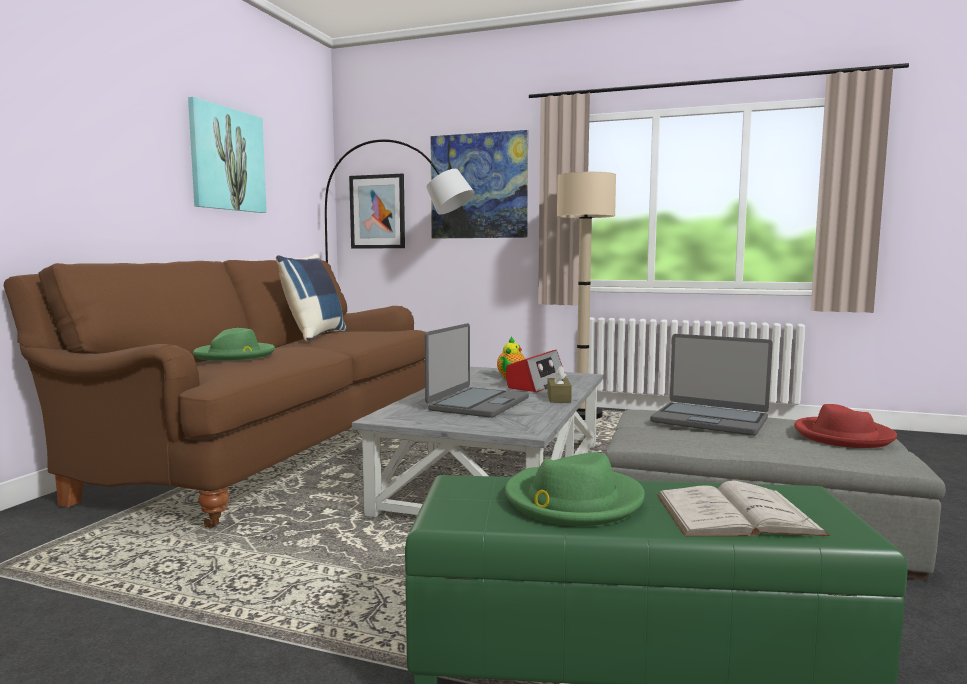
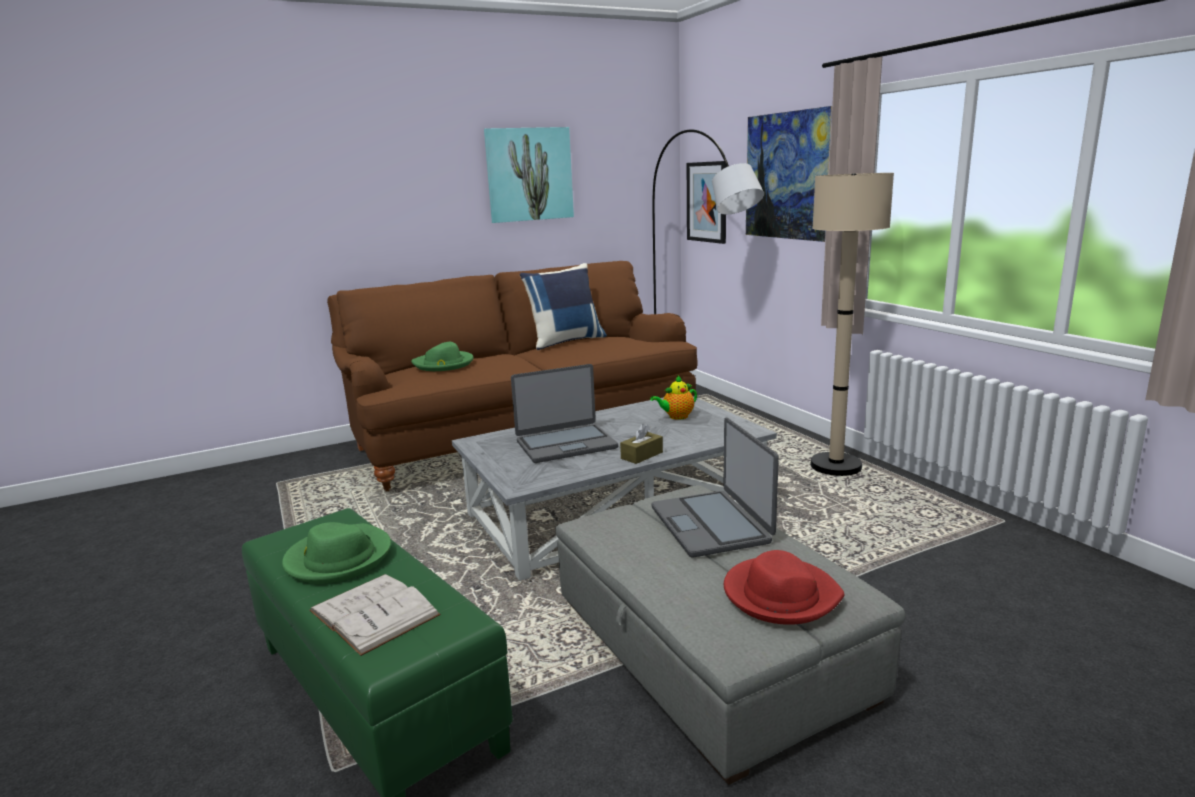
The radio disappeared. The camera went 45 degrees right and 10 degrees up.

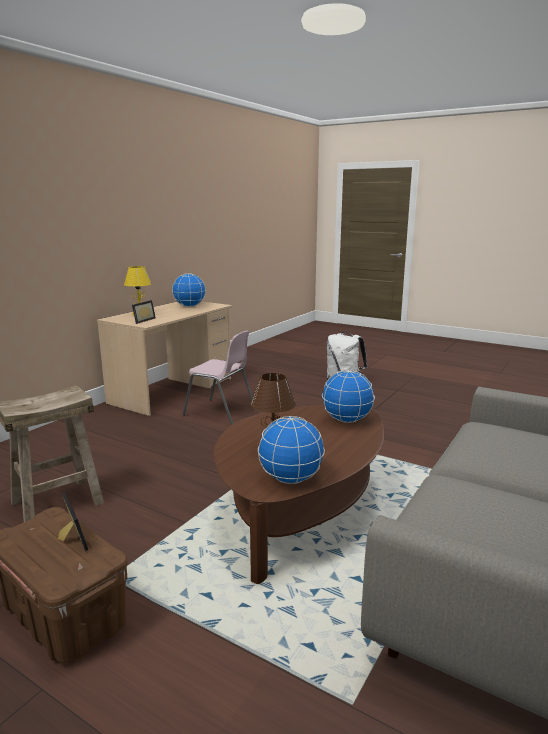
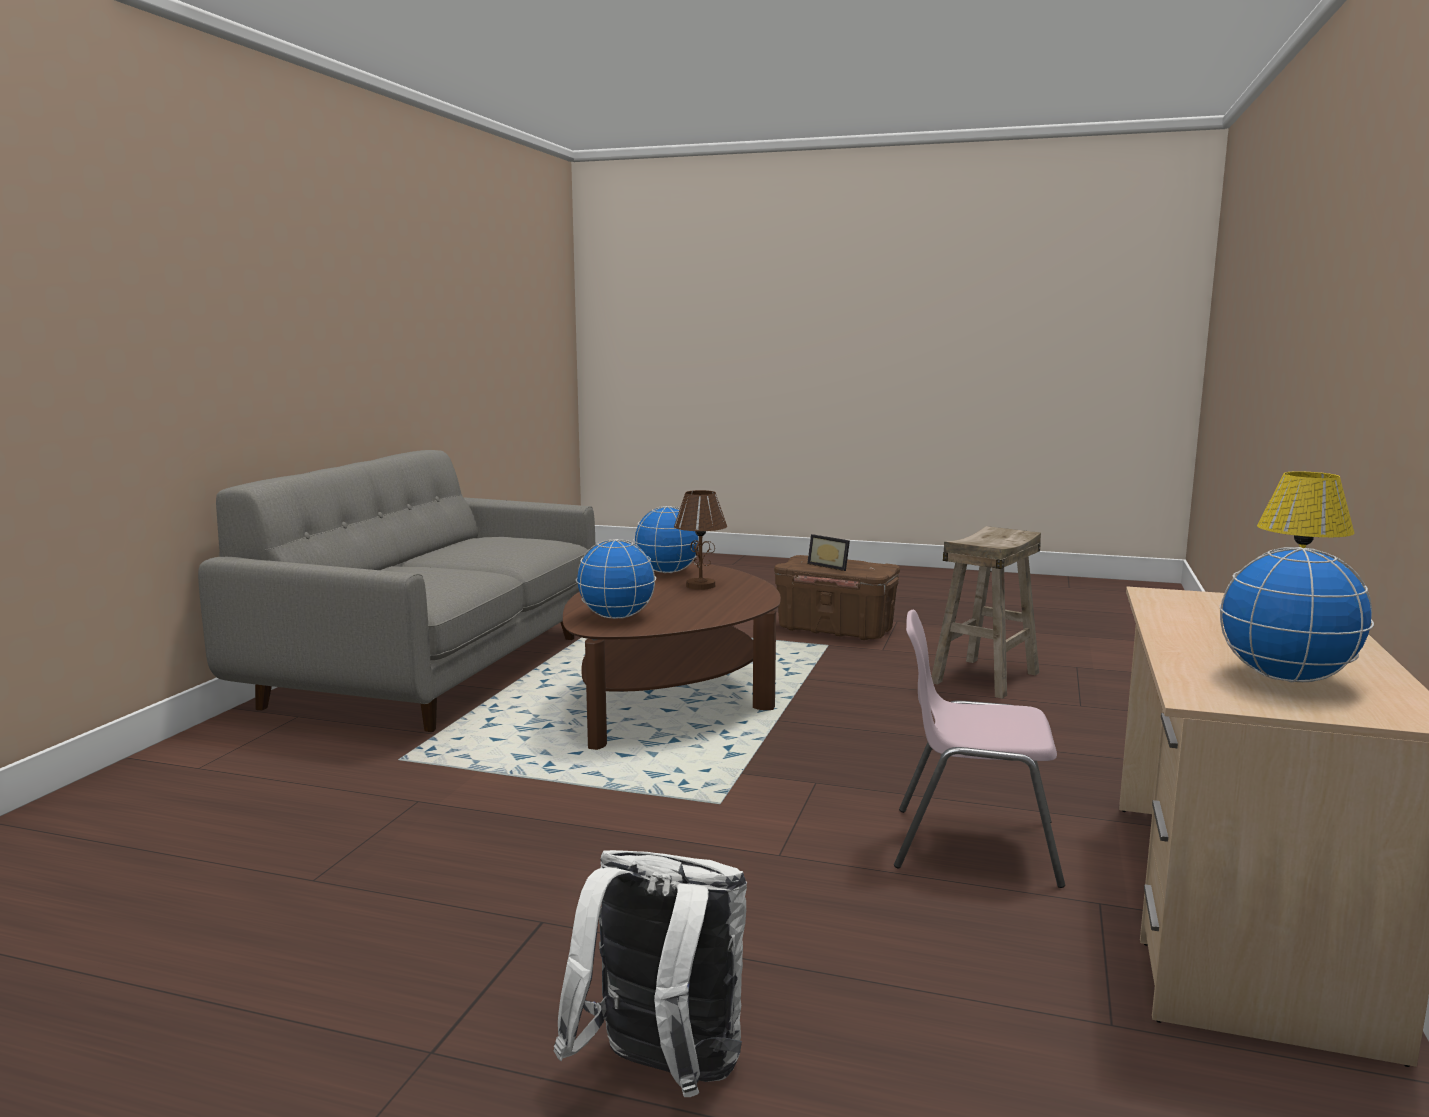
The picture frame (2nd from left) disappeared. The camera went 165 degrees right and 5 degrees down.

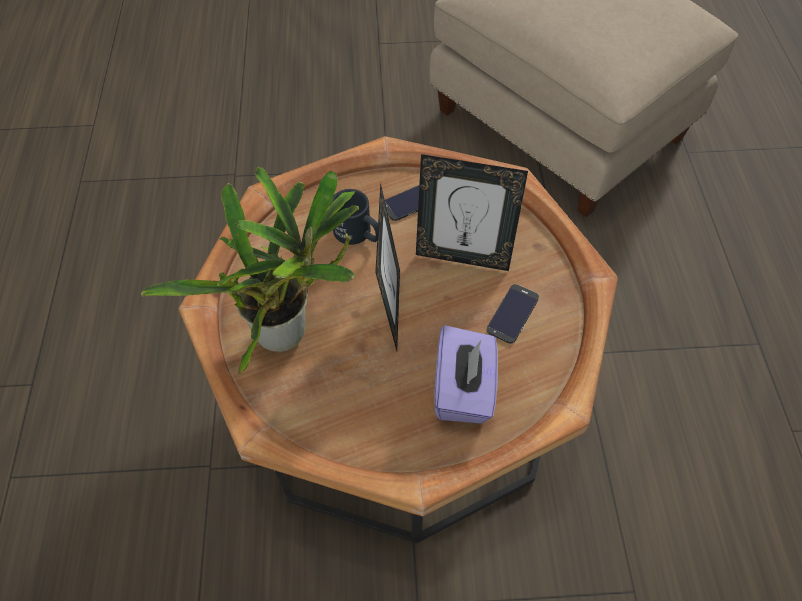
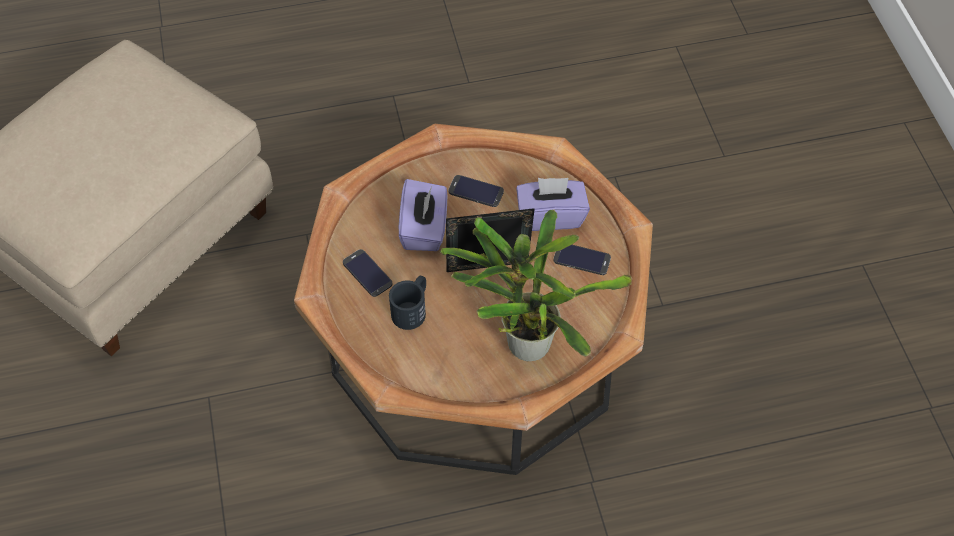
The picture frame (2nd from left) was replaced by the purple tissue box (1st from left). The phone (3rd from left) appeared. The camera went 100 degrees left and 0 degrees up.

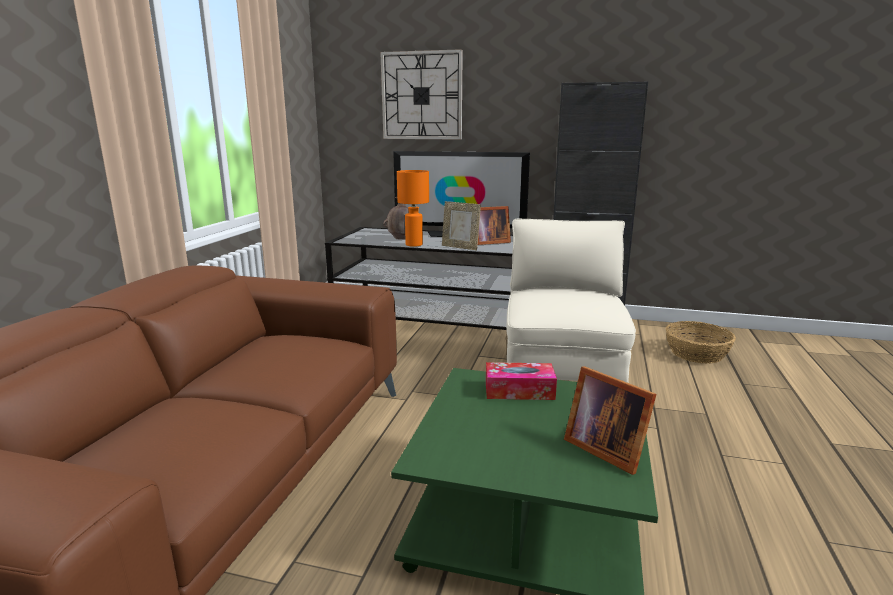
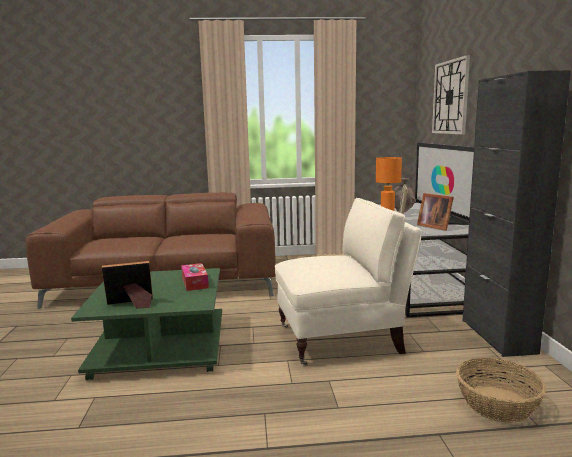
The picture frame (3rd from left in the first image) turned 45 degrees clockwise. The camera went 70 degrees right and 5 degrees down.

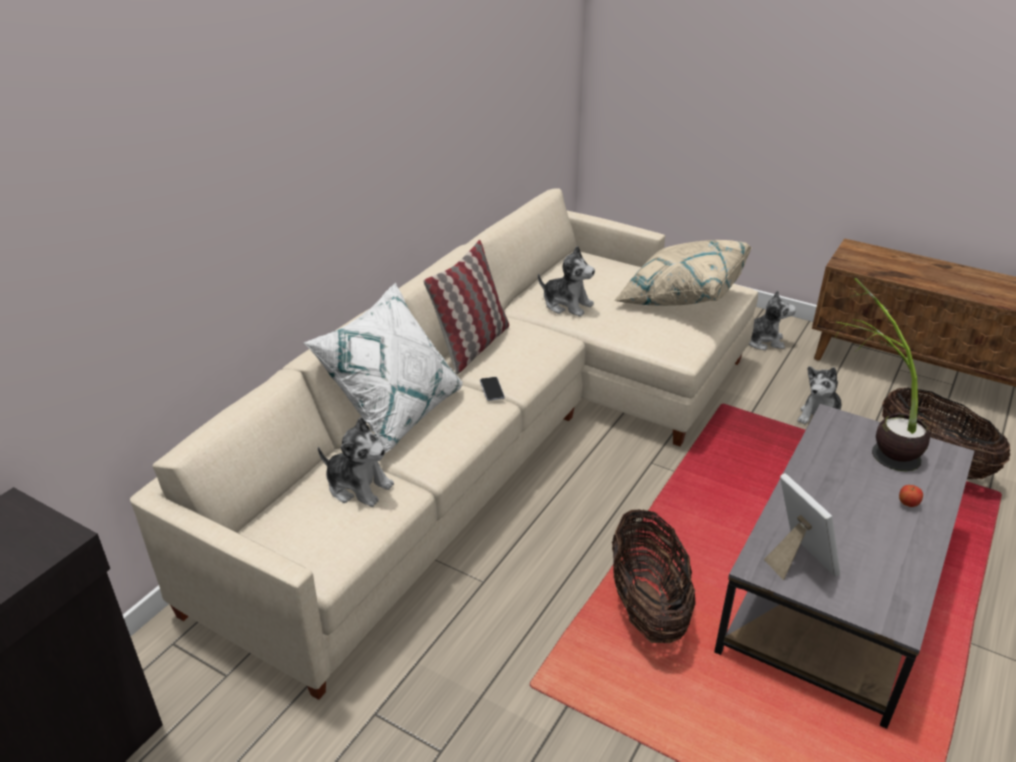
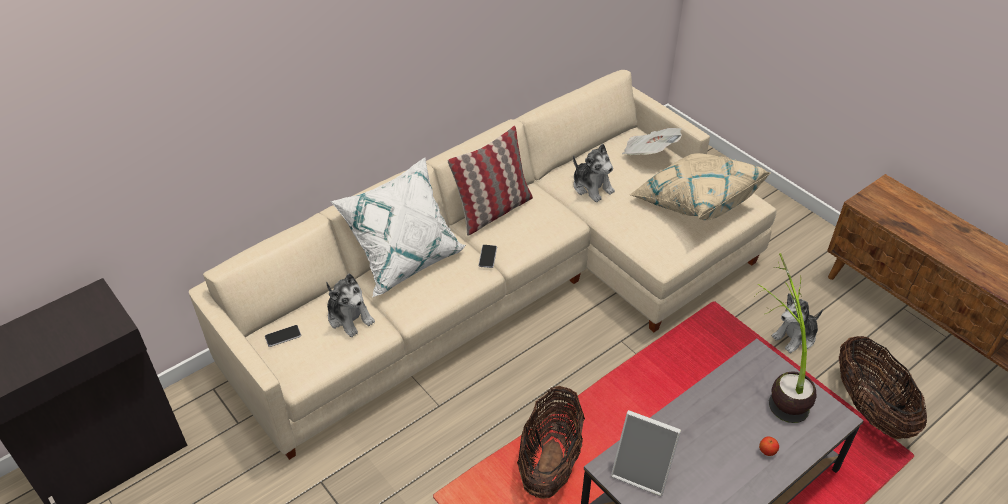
The phone (1st from left) appeared. The picture frame turned 120 degrees clockwise. The newspaper appeared. The plush toy (3rd from left) disappeared. The camera went 20 degrees right and 10 degrees up.

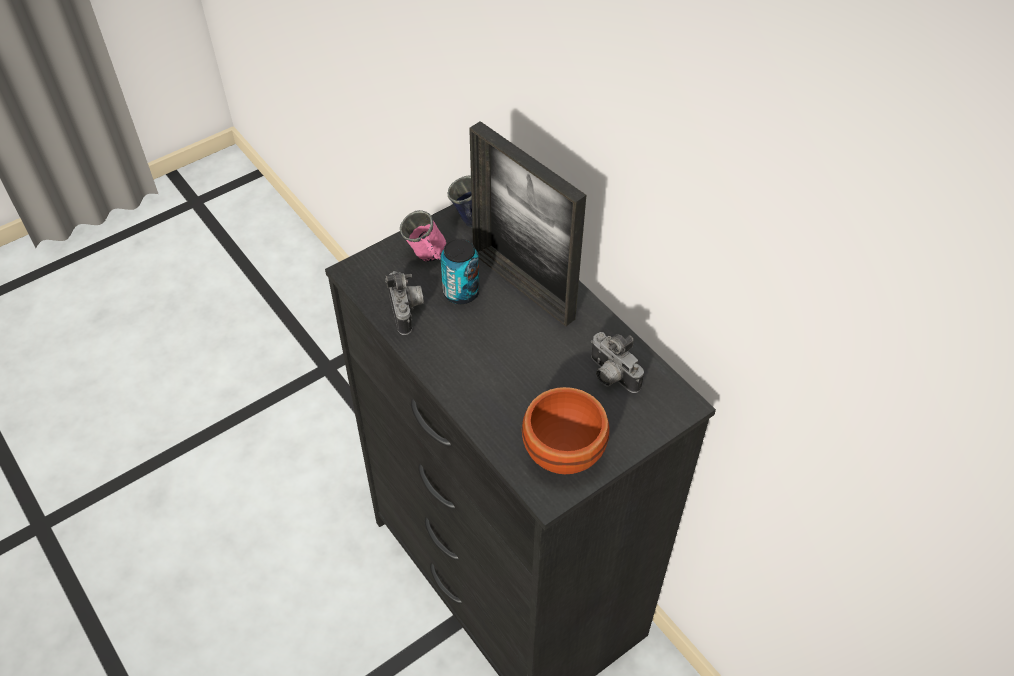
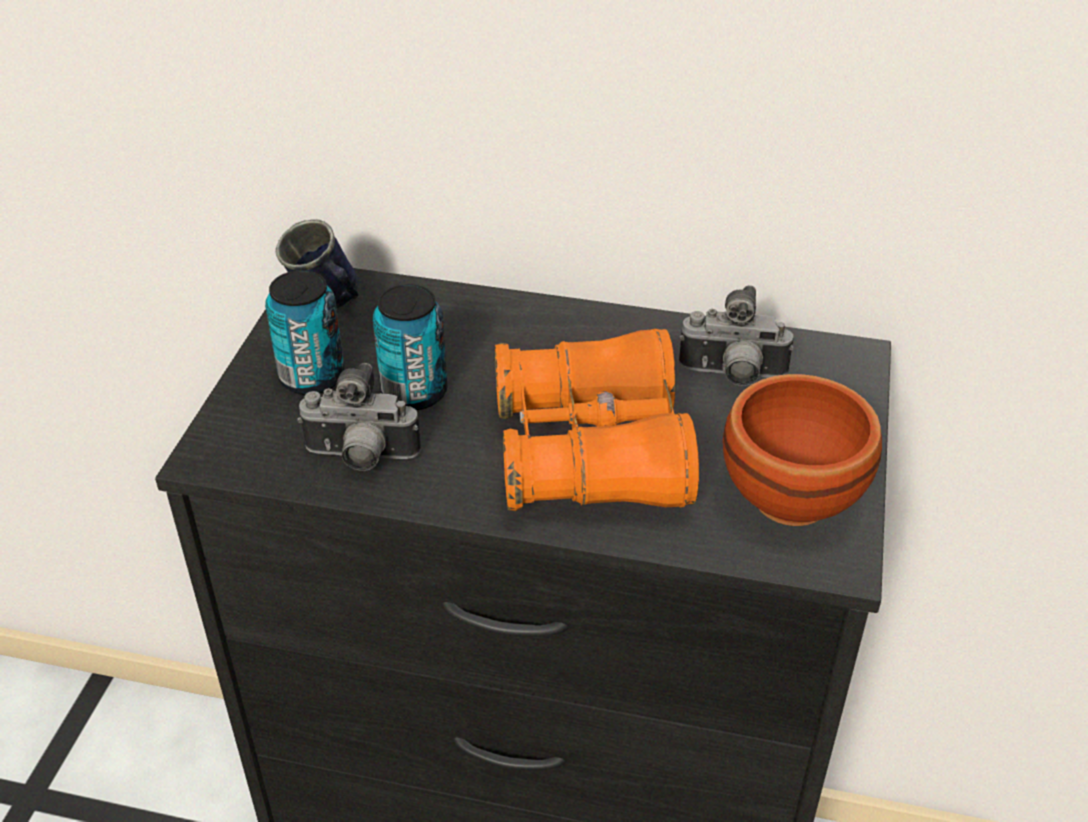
The pink mug was replaced by the can (1st from left). The photo camera (1st from left) turned 150 degrees clockwise. The orange binoculars appeared. The picture frame disappeared. The camera went 40 degrees left and 10 degrees down.

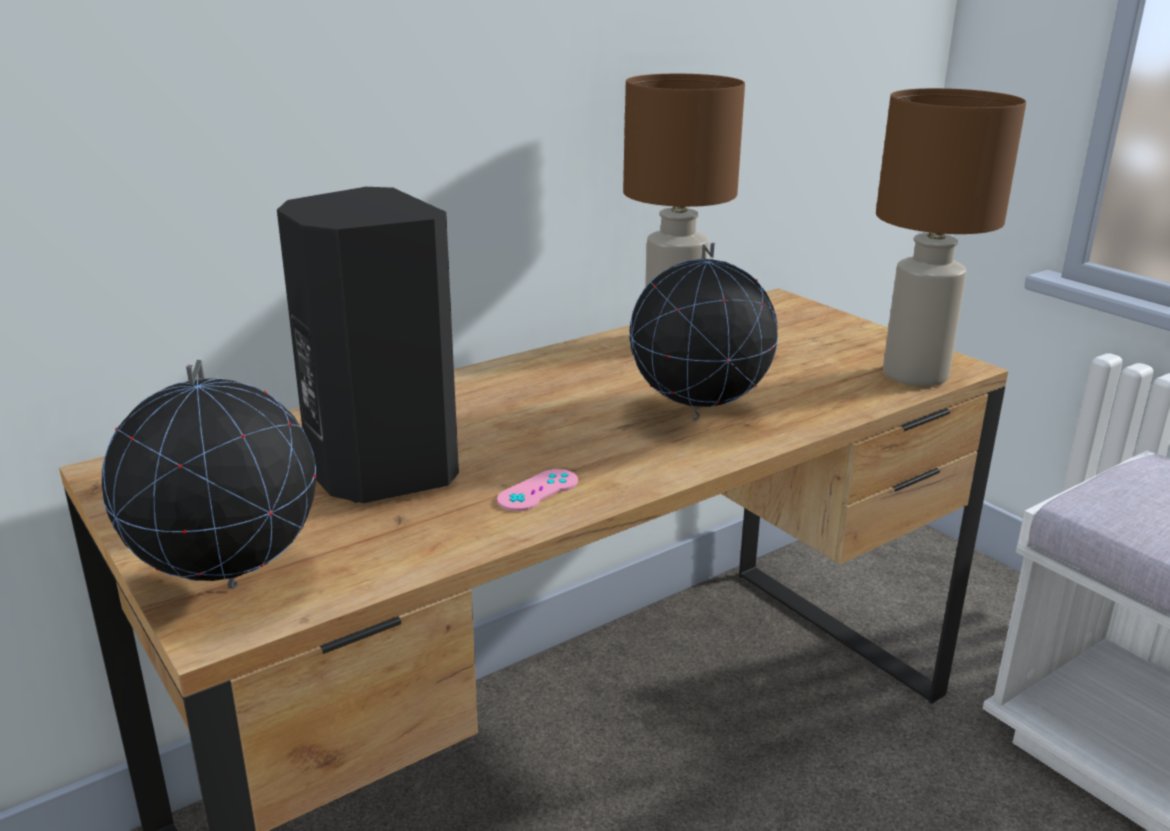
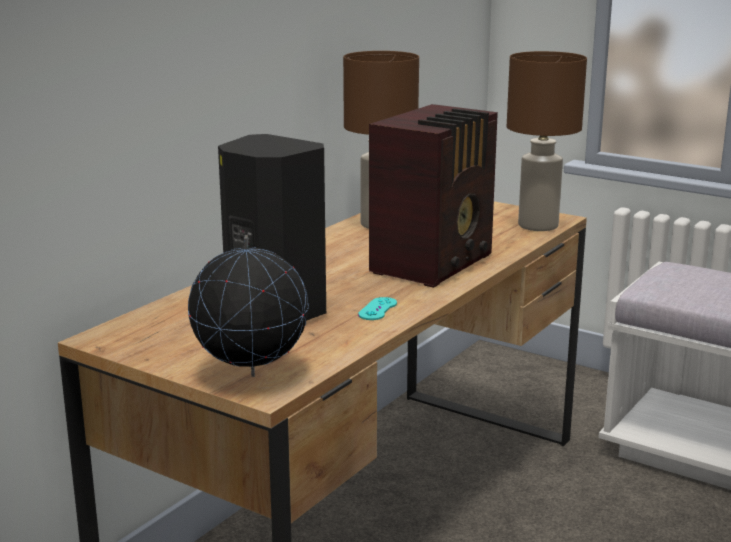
The pink game controller became the turquoise game controller. The globe (2nd from left) was replaced by the radio. The camera went 20 degrees left and 5 degrees down.

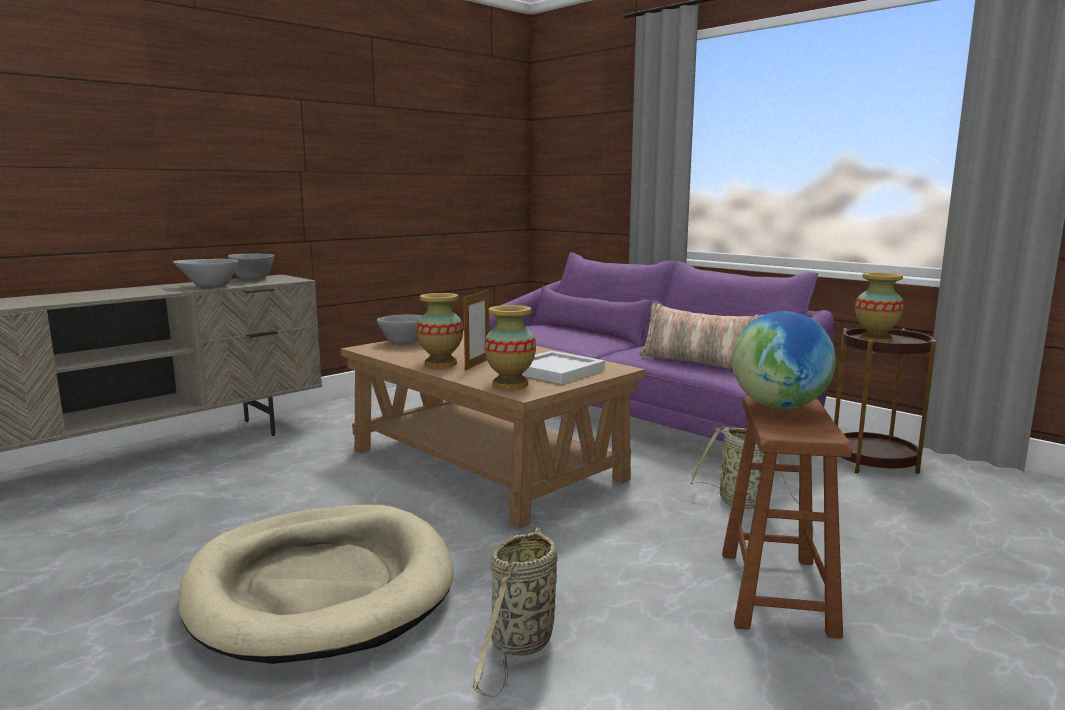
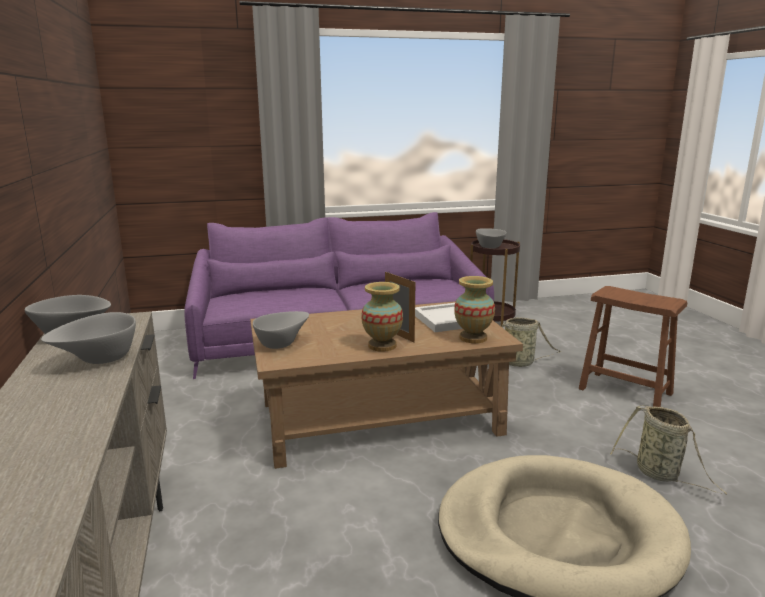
The vase (3rd from left) was replaced by the grey bowl (4th from left). The pillow disappeared. The globe disappeared. The camera went 60 degrees left and 5 degrees up.

